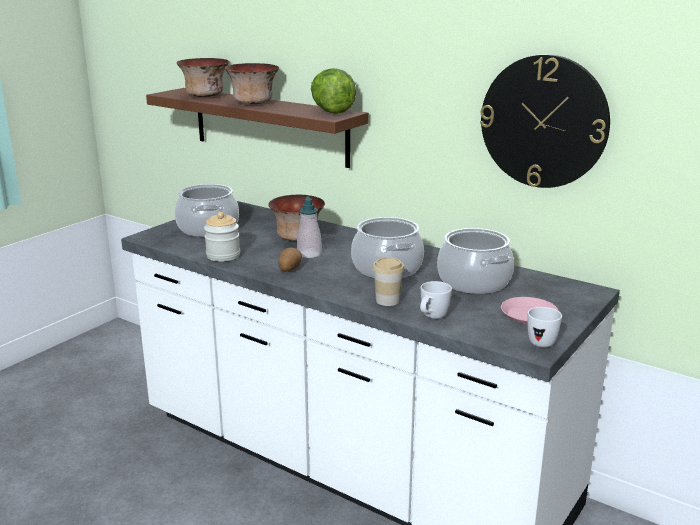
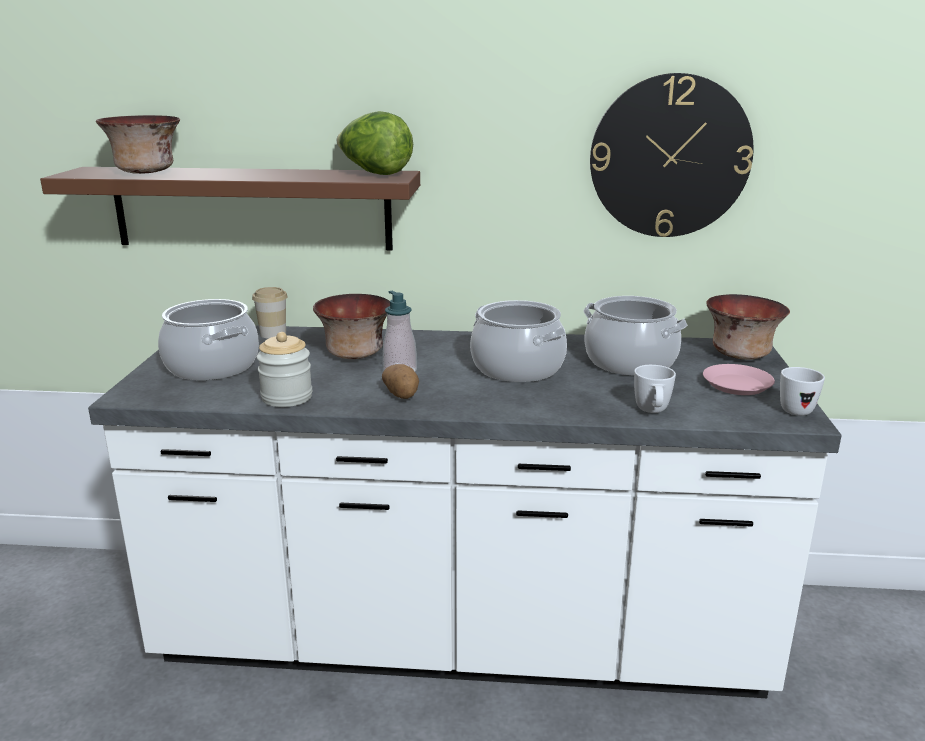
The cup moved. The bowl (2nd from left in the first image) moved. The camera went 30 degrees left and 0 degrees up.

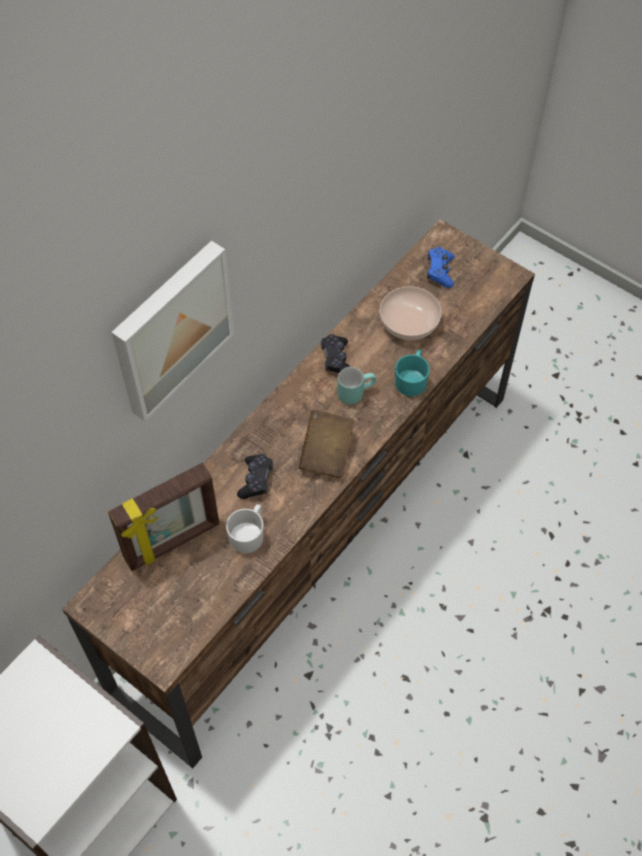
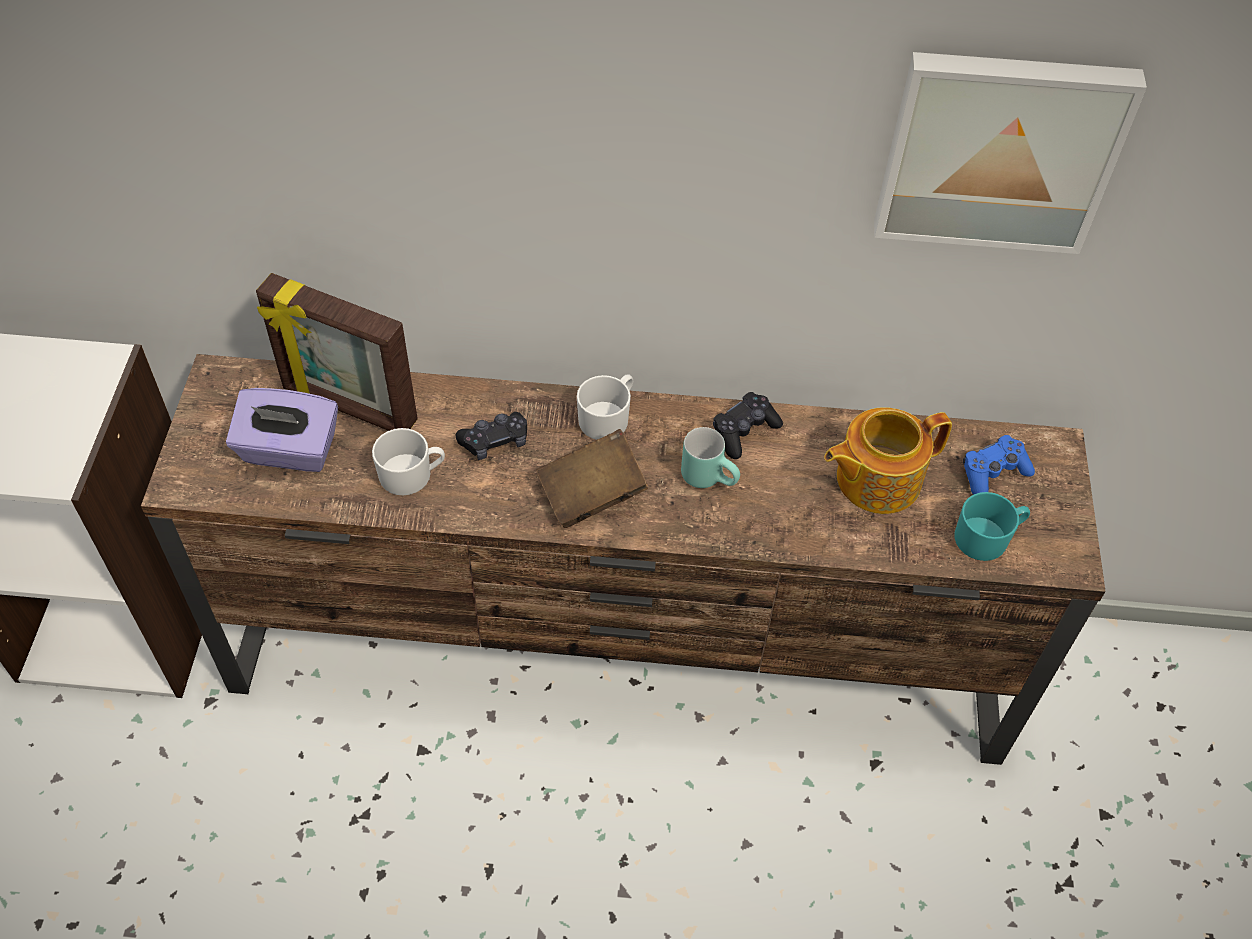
The purple tissue box appeared. The white mug (2nd from left) appeared. The bowl was replaced by the teapot. The picture moved. The turquoise mug (2nd from left) moved. The camera went 55 degrees right and 5 degrees down.

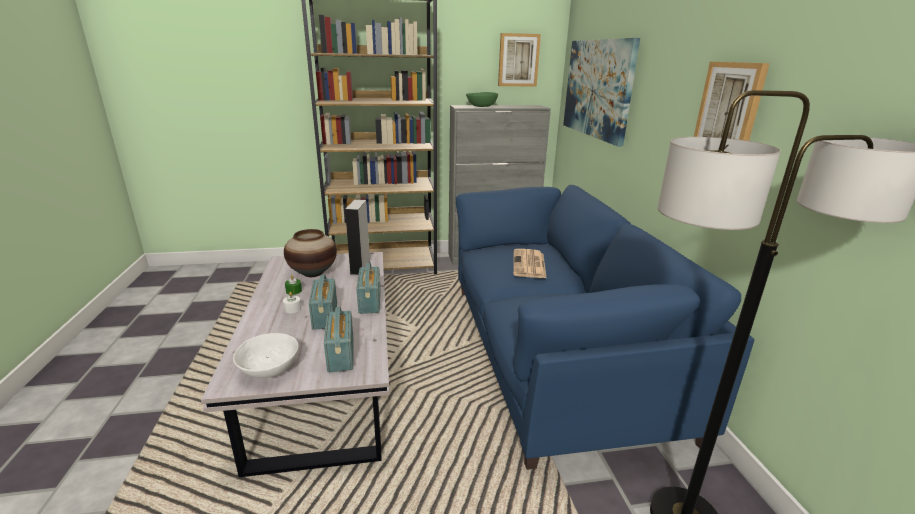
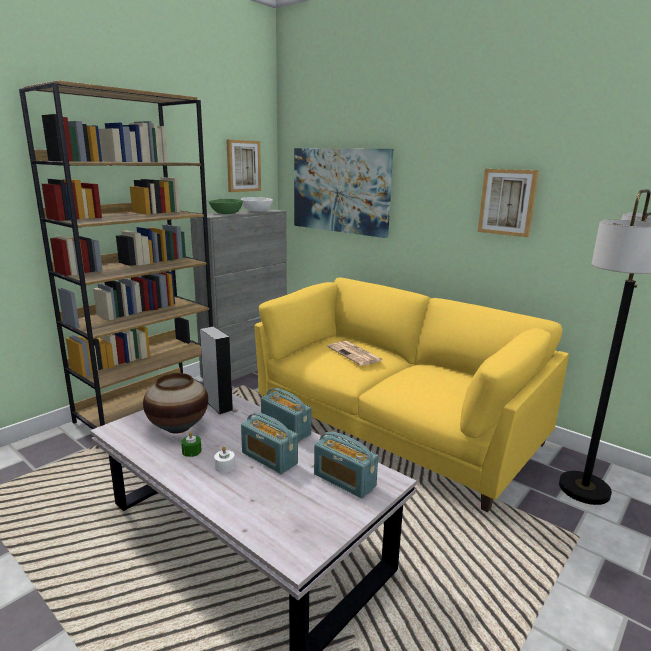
The white bowl moved. The blue sofa became the yellow sofa. The camera went 40 degrees left and 5 degrees down.

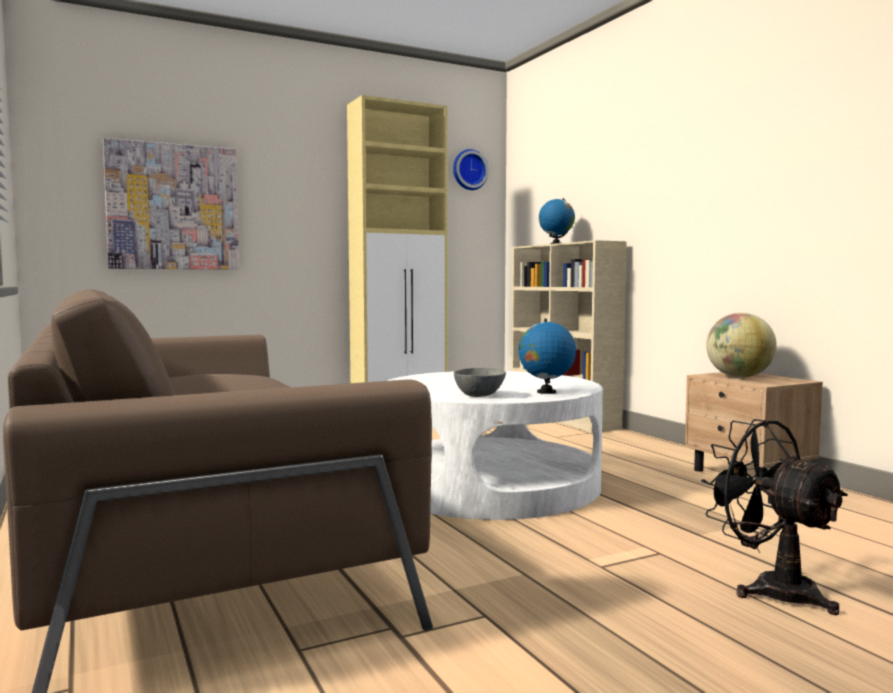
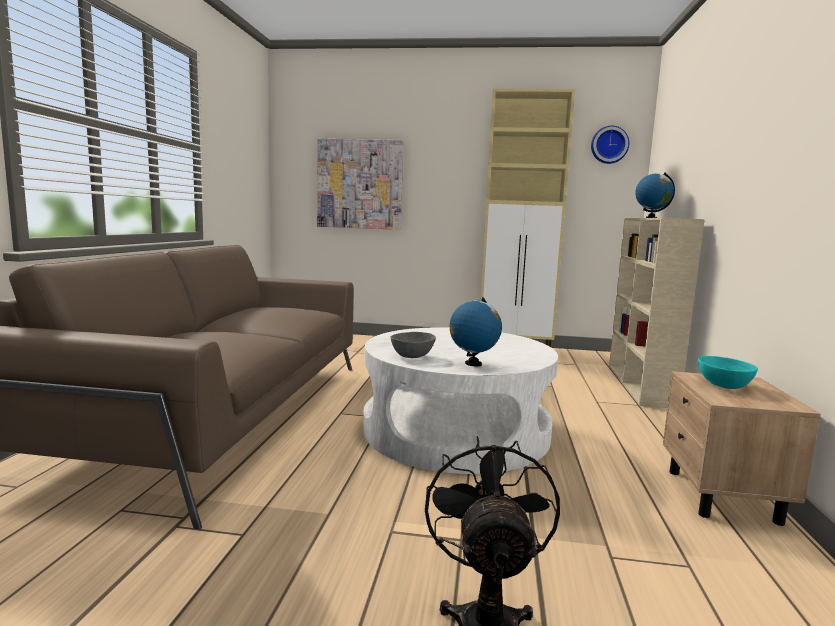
The globe (3rd from left) was replaced by the turquoise bowl. The camera went 35 degrees right and 5 degrees up.

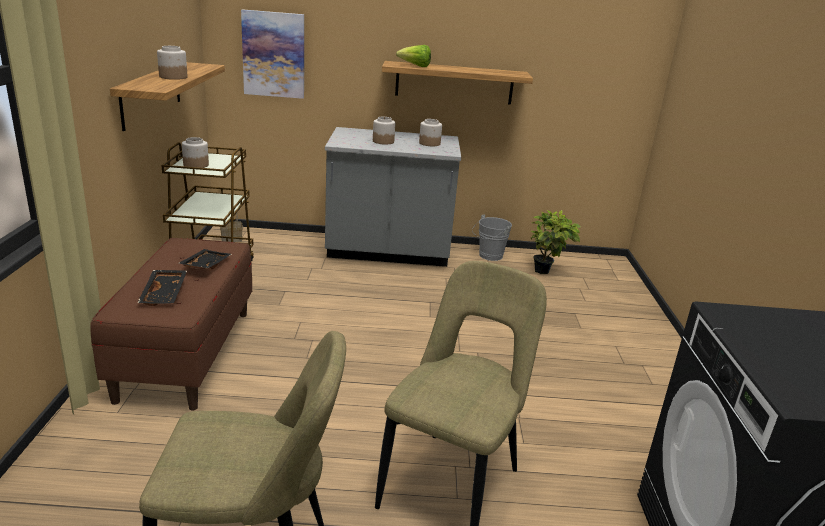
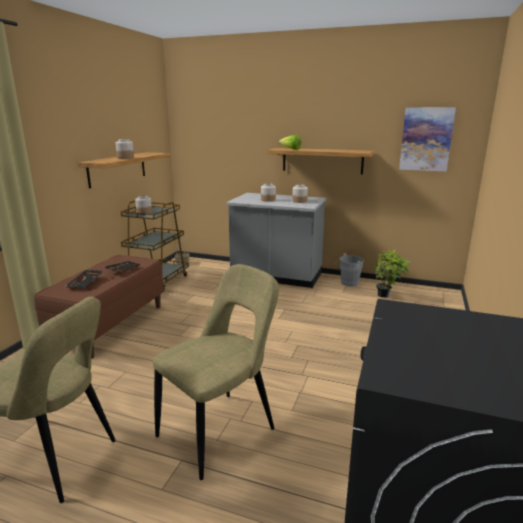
The picture moved. The camera went 20 degrees right and 5 degrees down.

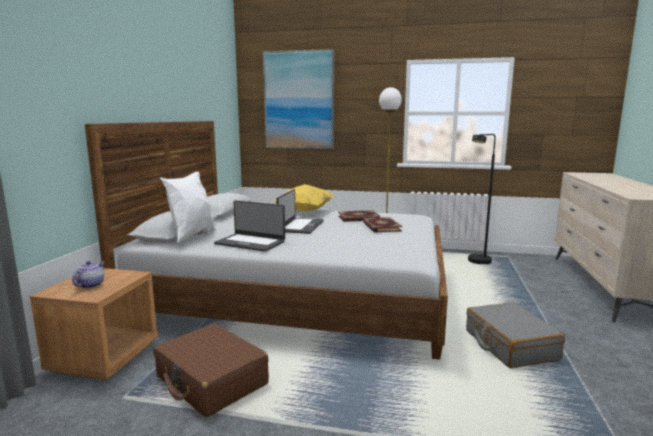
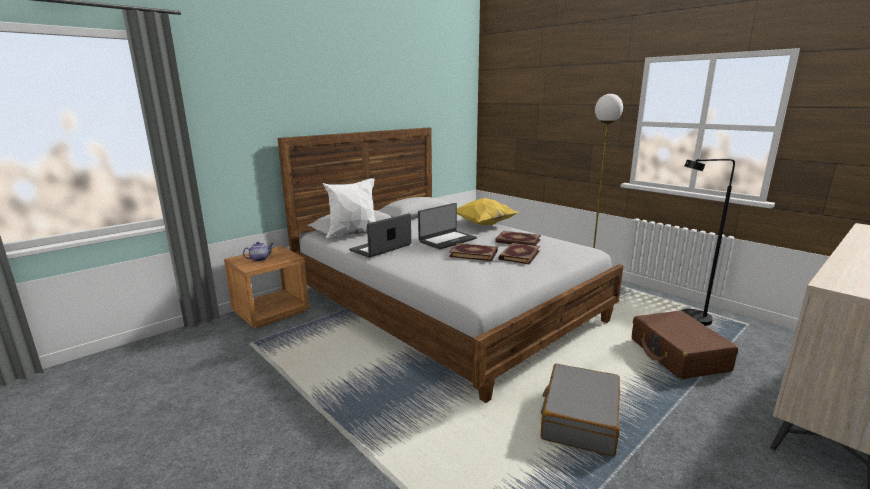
The laptop (1st from left) turned 75 degrees clockwise. The book (1st from left) appeared. The brown suitcase moved. The picture disappeared. The camera went 35 degrees right and 5 degrees up.

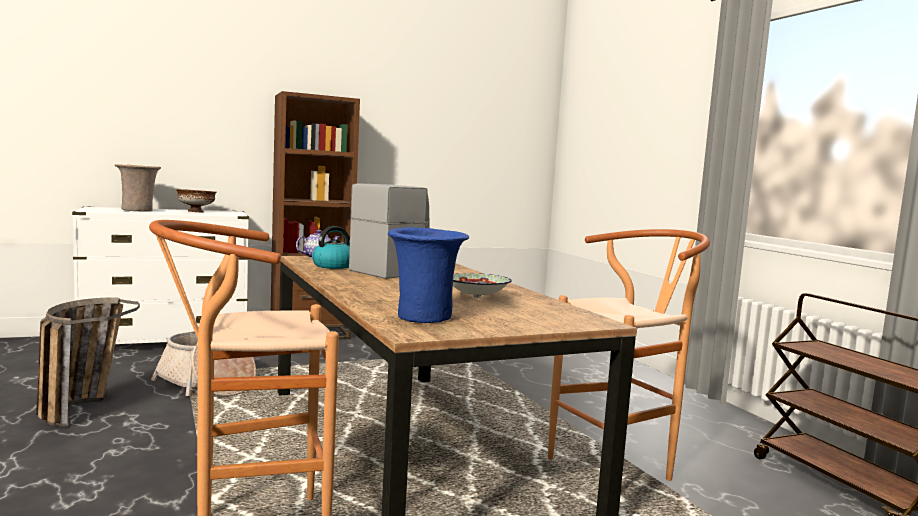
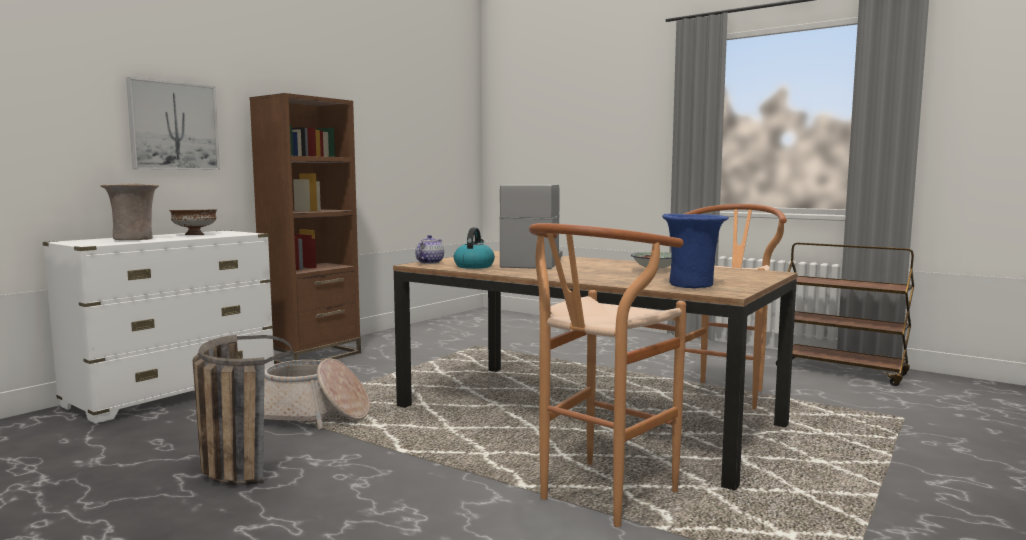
The picture appeared. The camera went 30 degrees left and 0 degrees up.

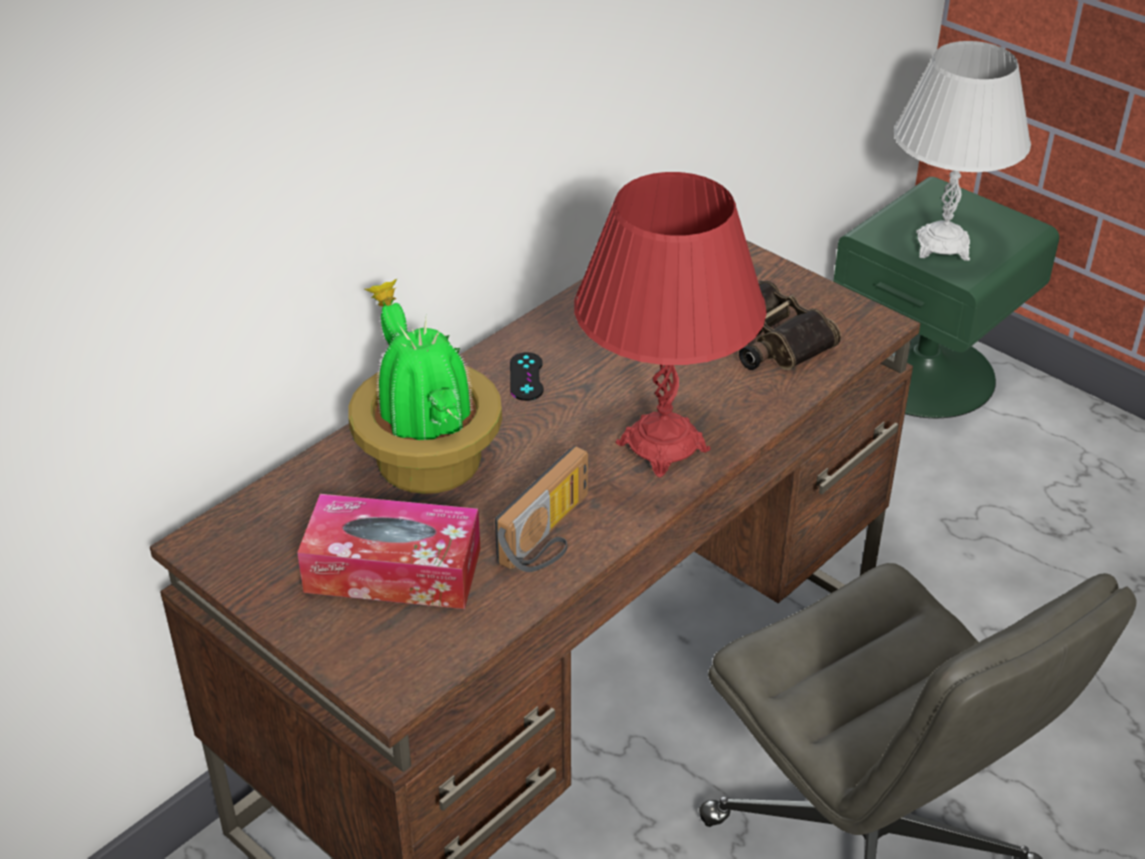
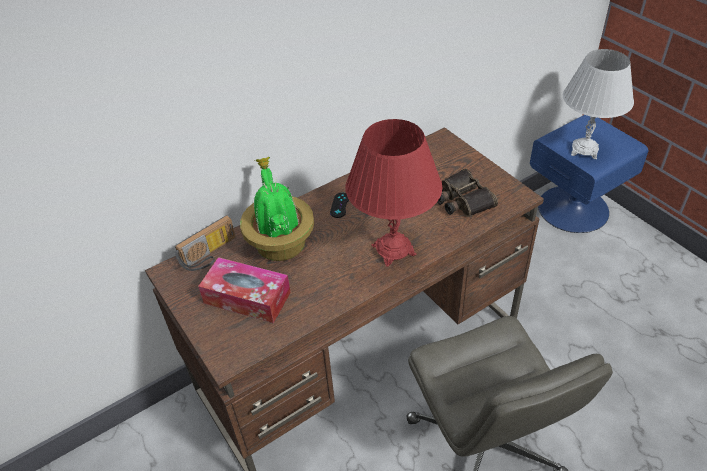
The radio moved. The green nightstand became the blue nightstand. The camera went 15 degrees right and 5 degrees up.

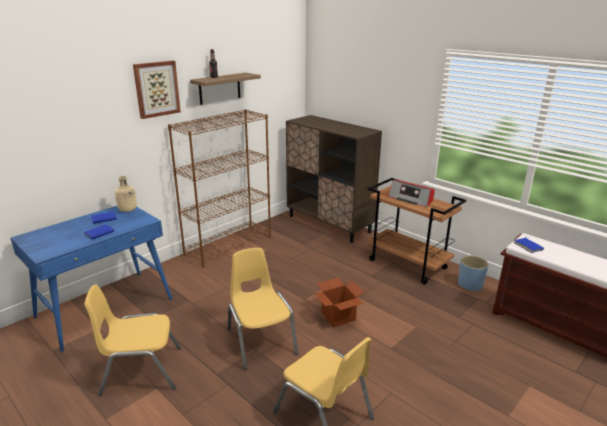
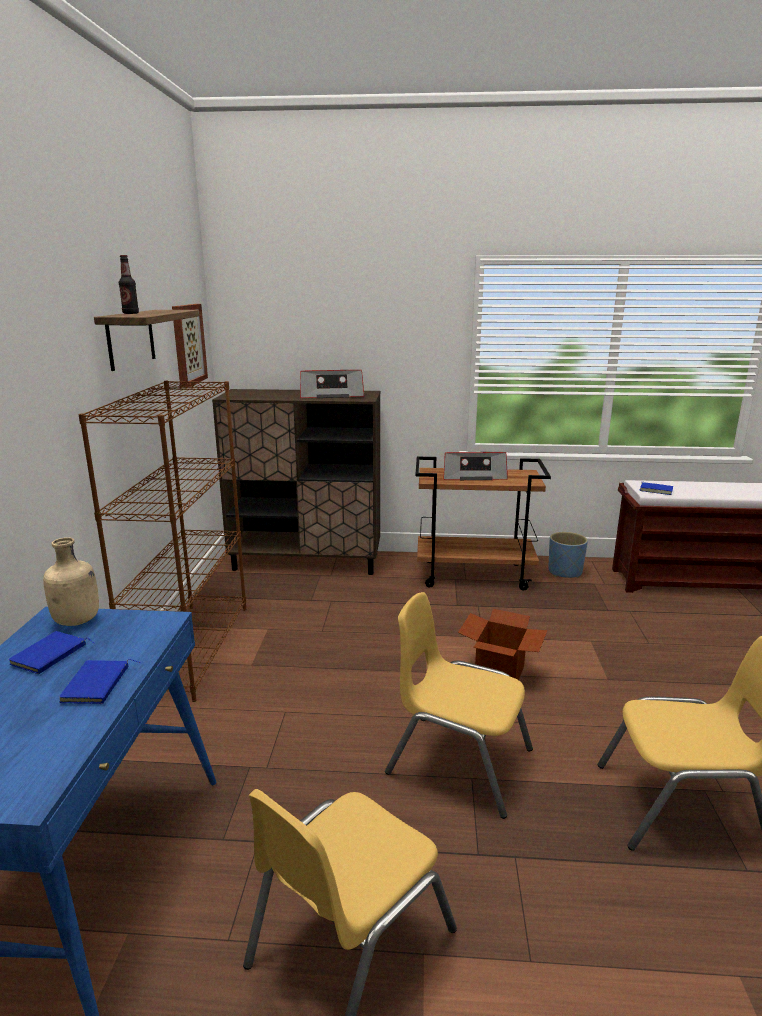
The picture moved. The radio (1st from left) appeared. The camera went 40 degrees left and 5 degrees down.

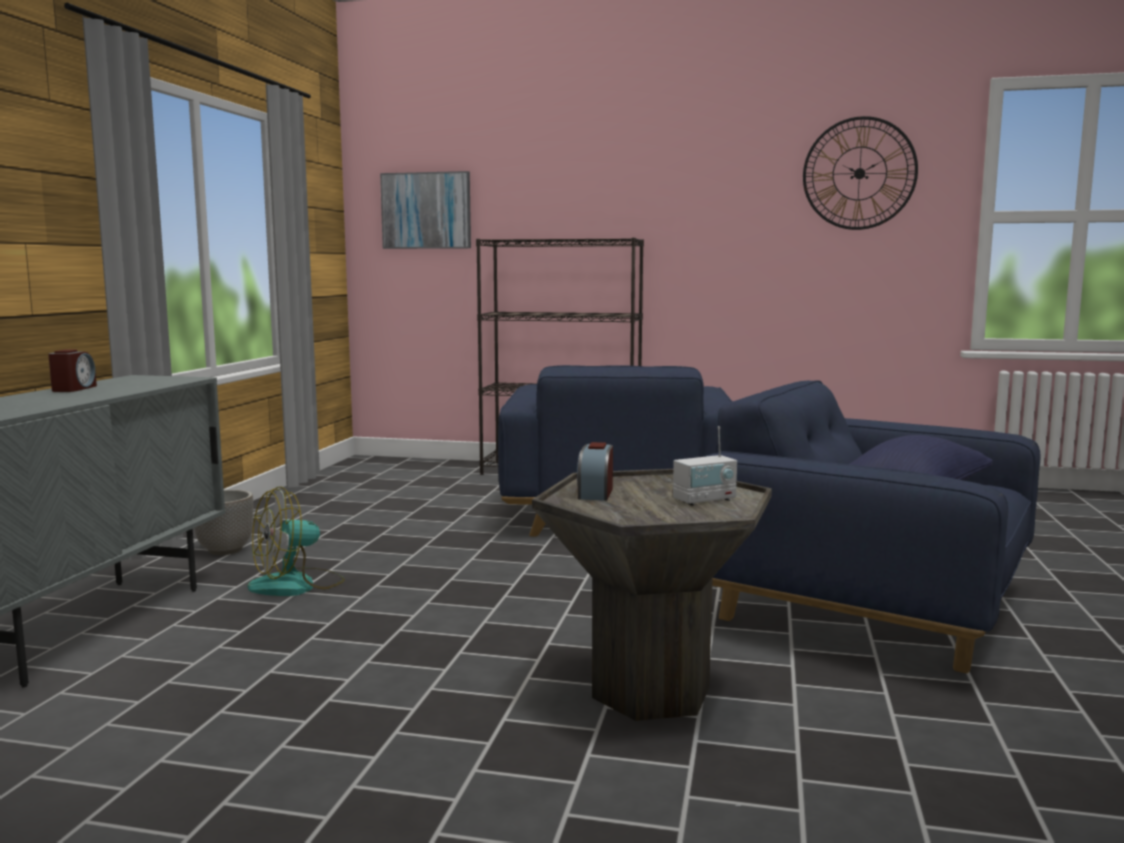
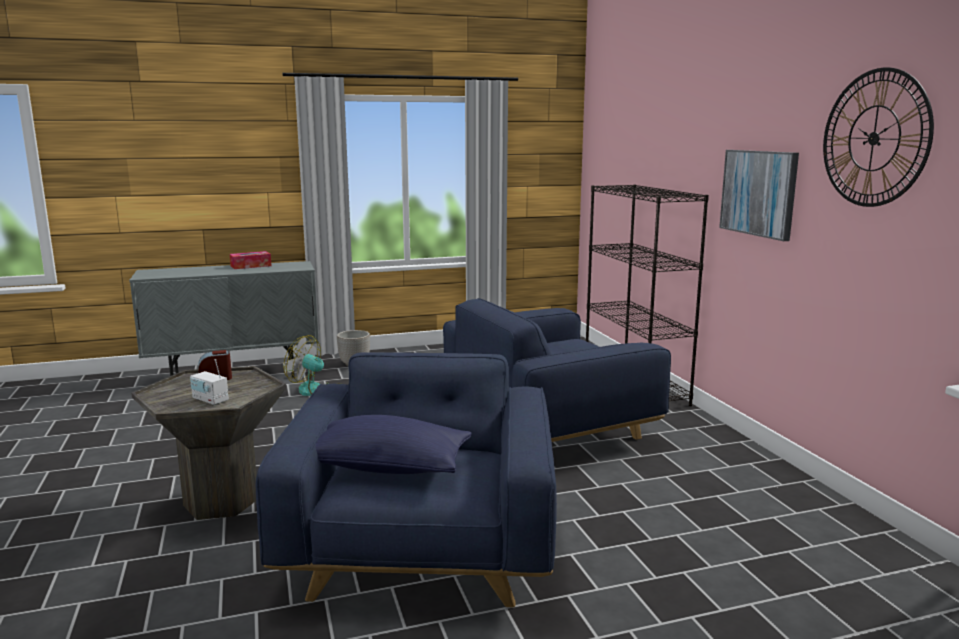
The alarm clock (1st from left) was replaced by the tissue box. The picture moved. The camera went 60 degrees right and 5 degrees up.

